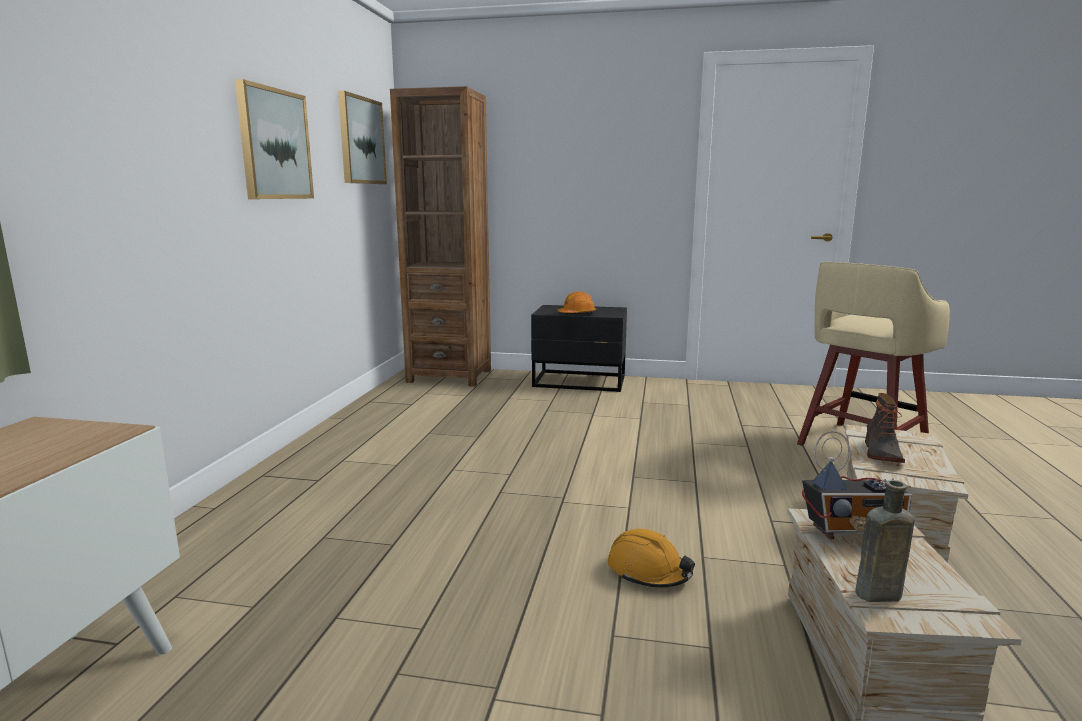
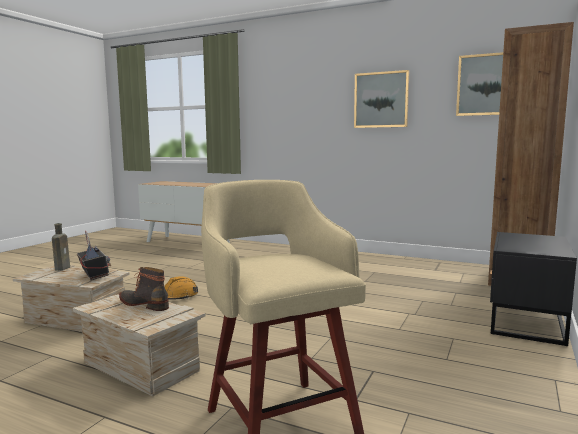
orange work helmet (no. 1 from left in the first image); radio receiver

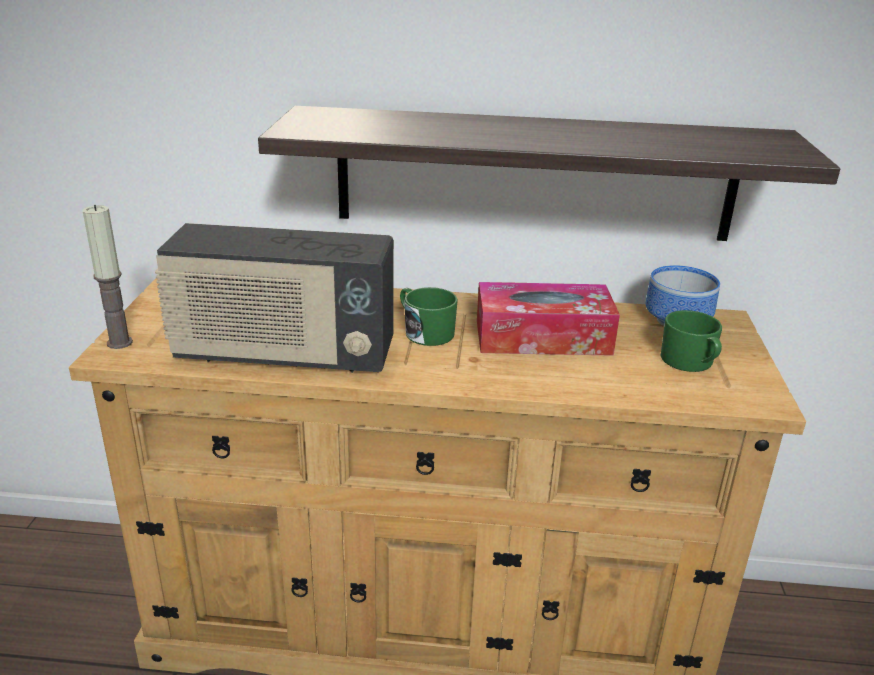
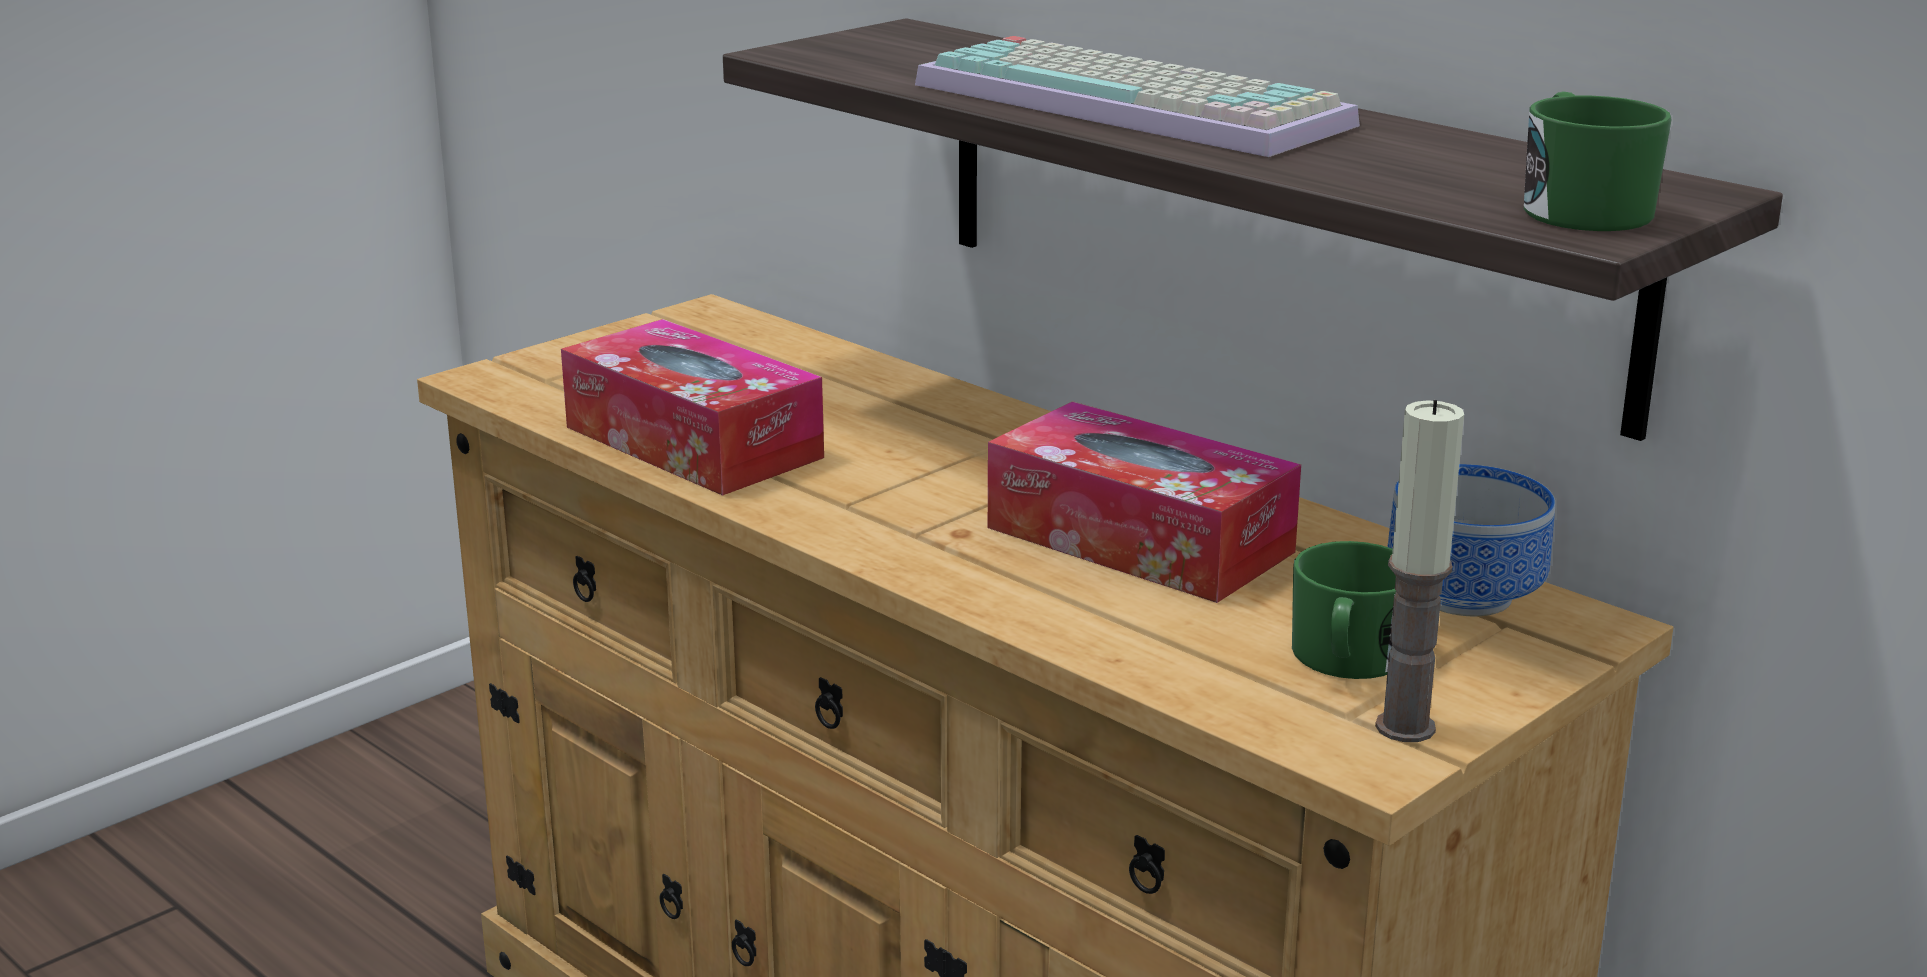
computer keyboard; wax candle; green mug (no. 2 from left); tissue holder (no. 1 from left)

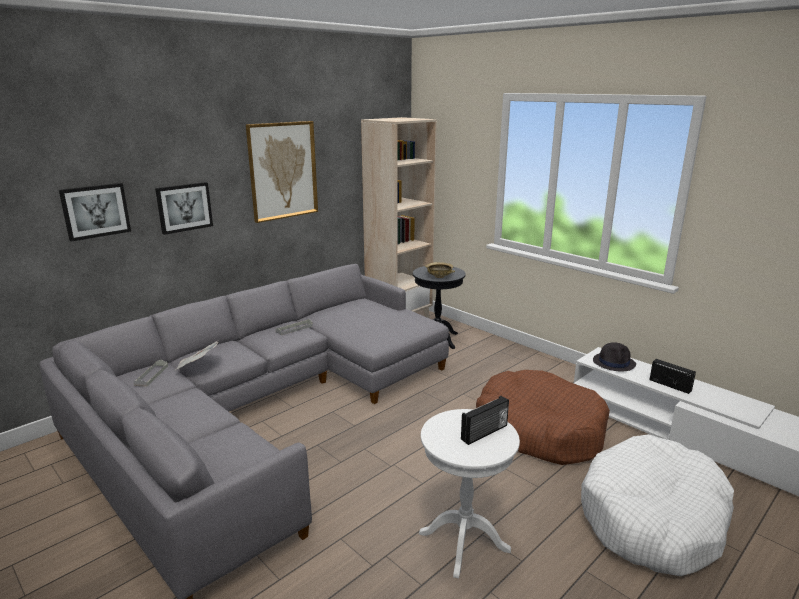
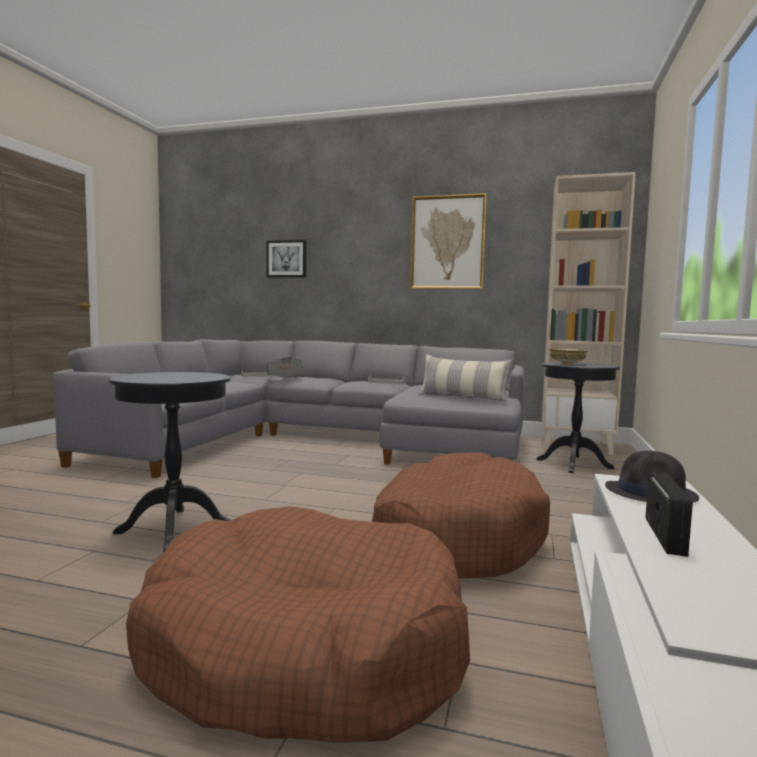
wall art (no. 2 from left in the first image); radio receiver (no. 1 from left in the first image); pillow; blackish side table (no. 1 from left); brownish dog cushion (no. 1 from left)

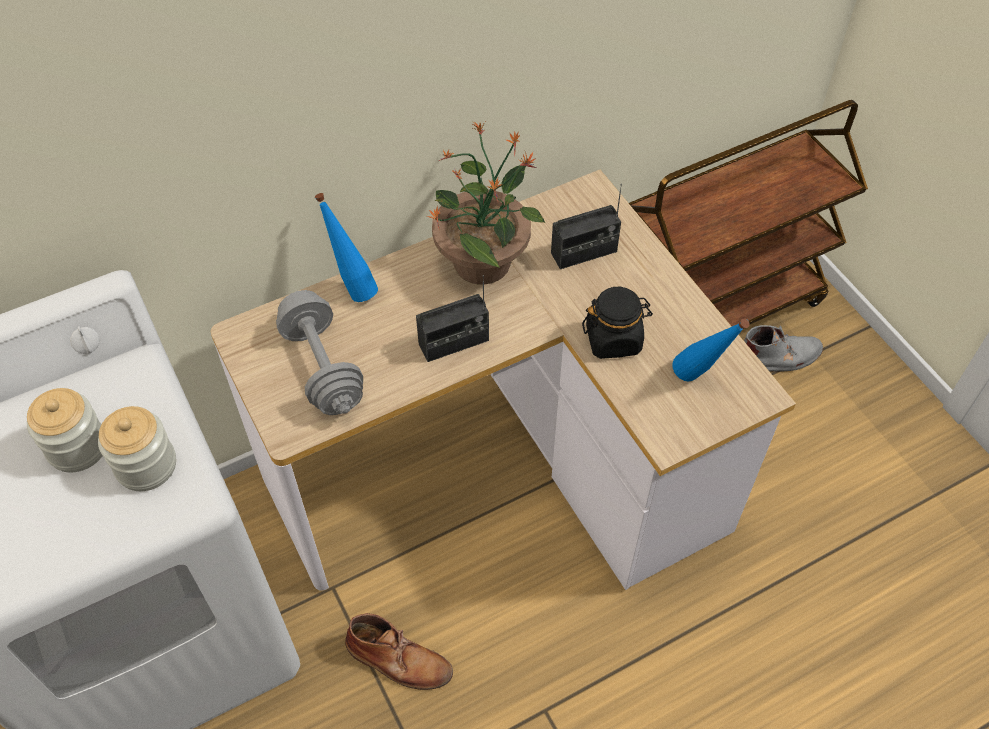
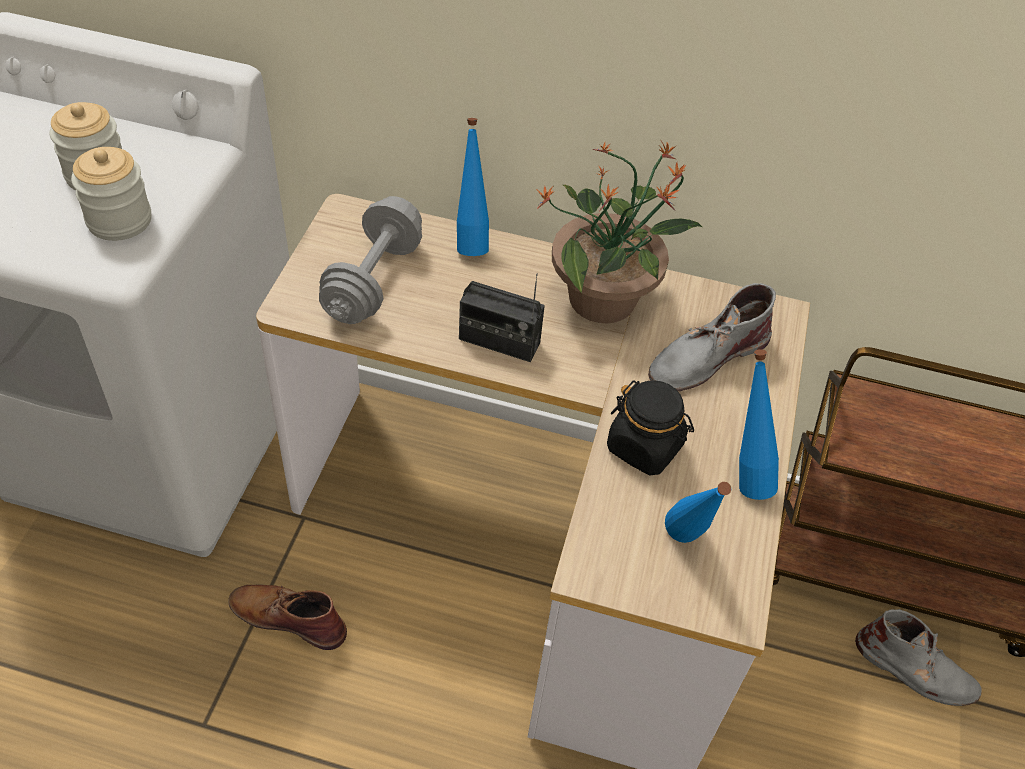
bluish bottle (no. 3 from left); greyish high-top boot (no. 1 from left); brownish high-top boot

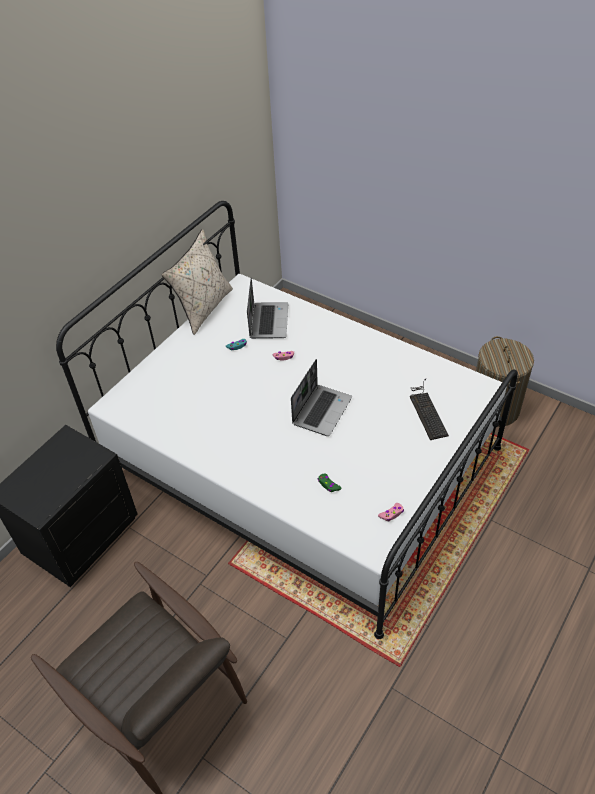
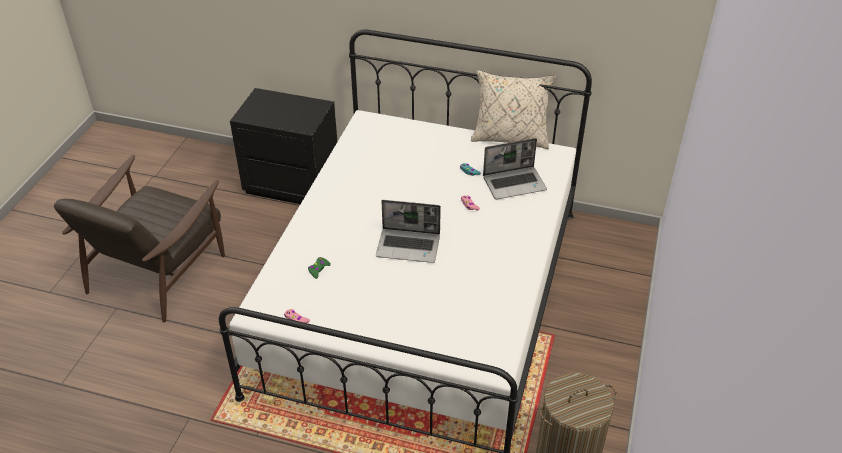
computer keyboard

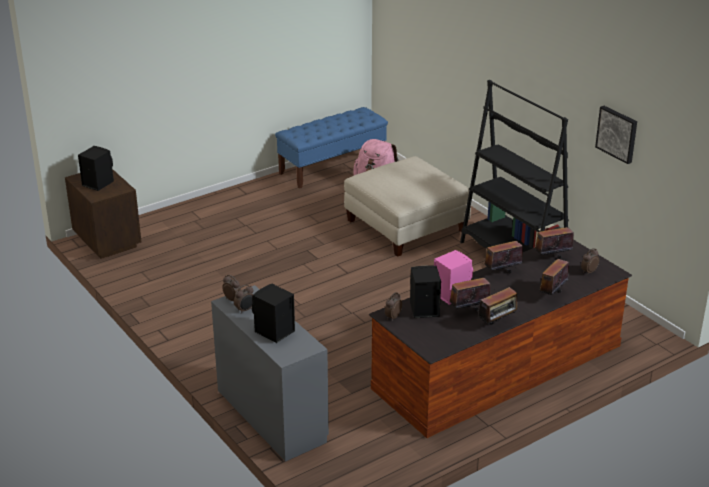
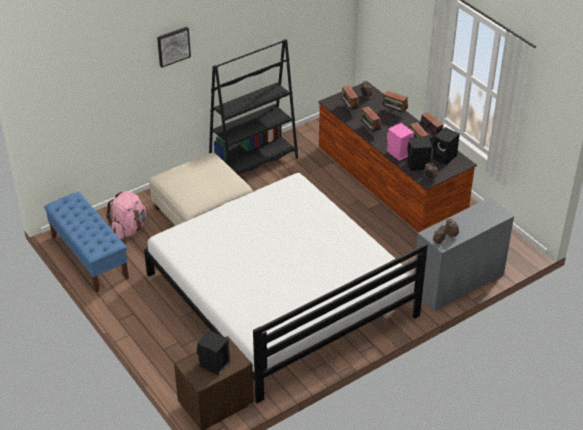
whitish bedroom bed; blackish loudspeaker (no. 3 from left); wall art

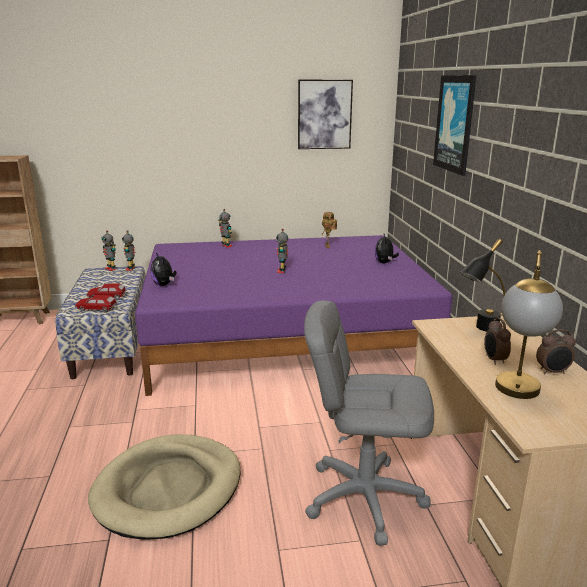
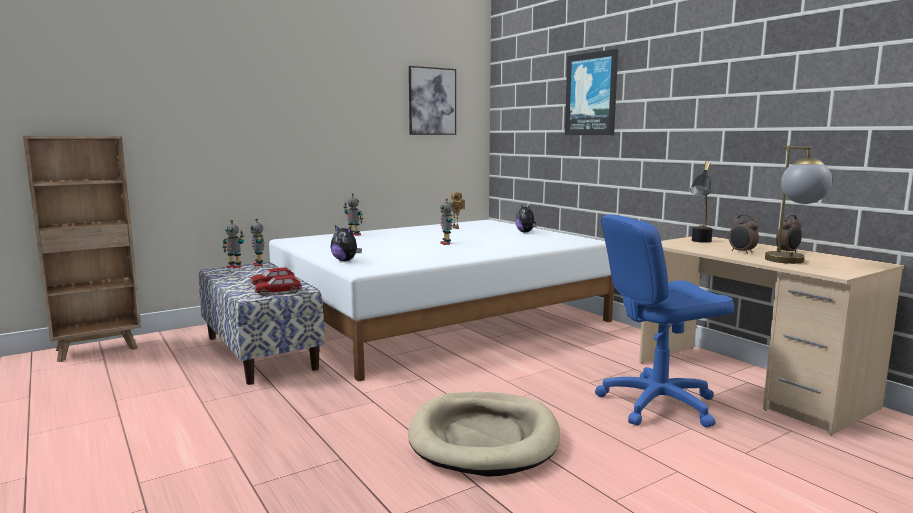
whitish bedroom bed; bluish computer chair

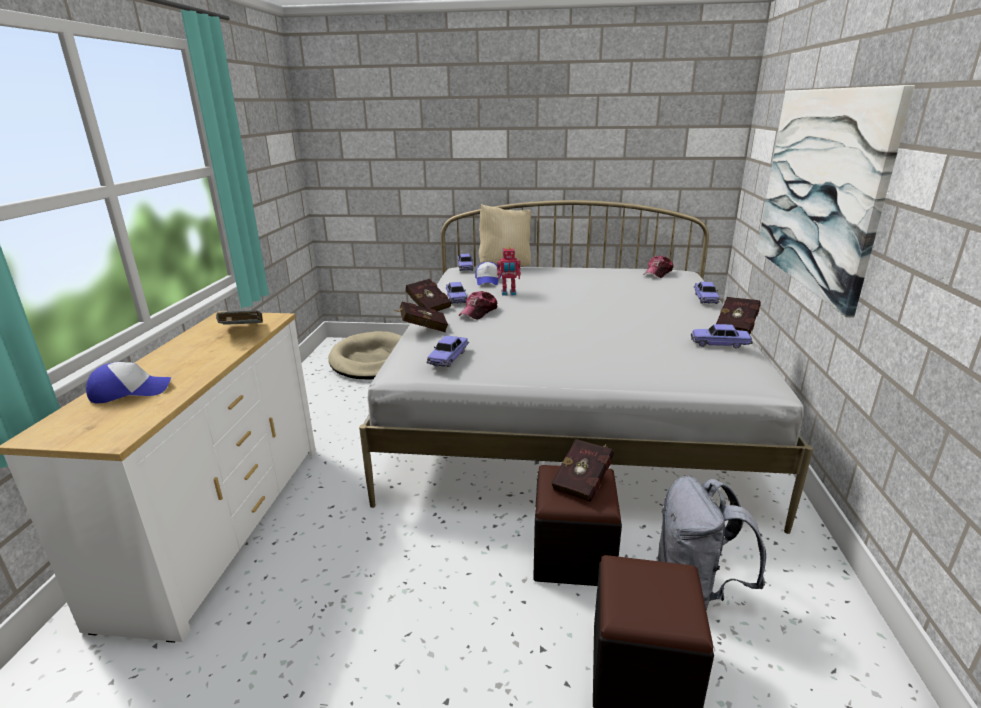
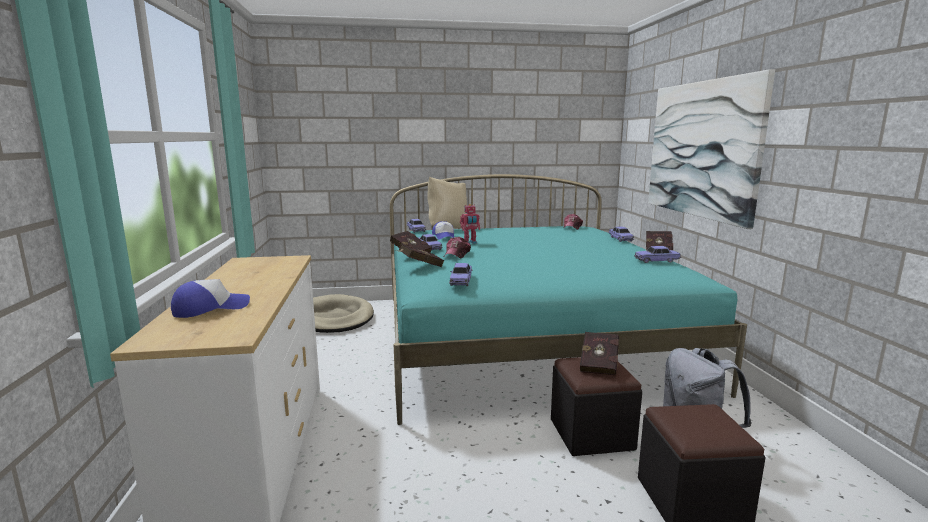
greyish volume; turquoise bedroom bed

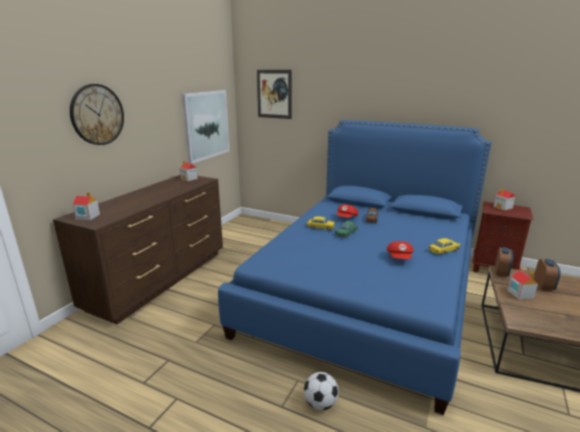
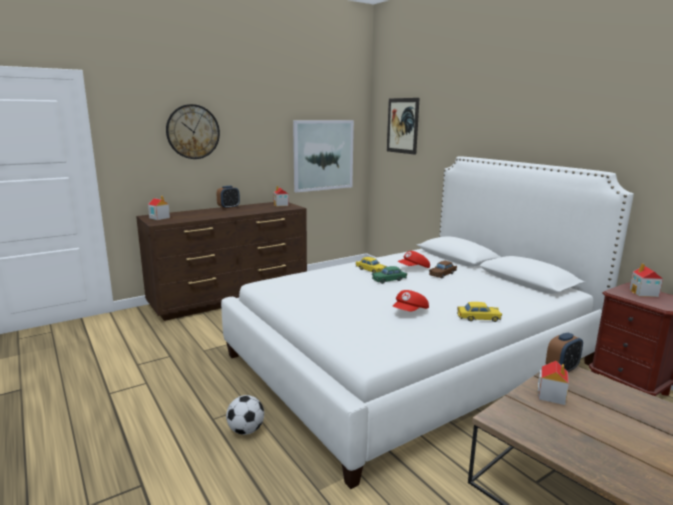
bedside clock (no. 1 from left); whitish bedroom bed

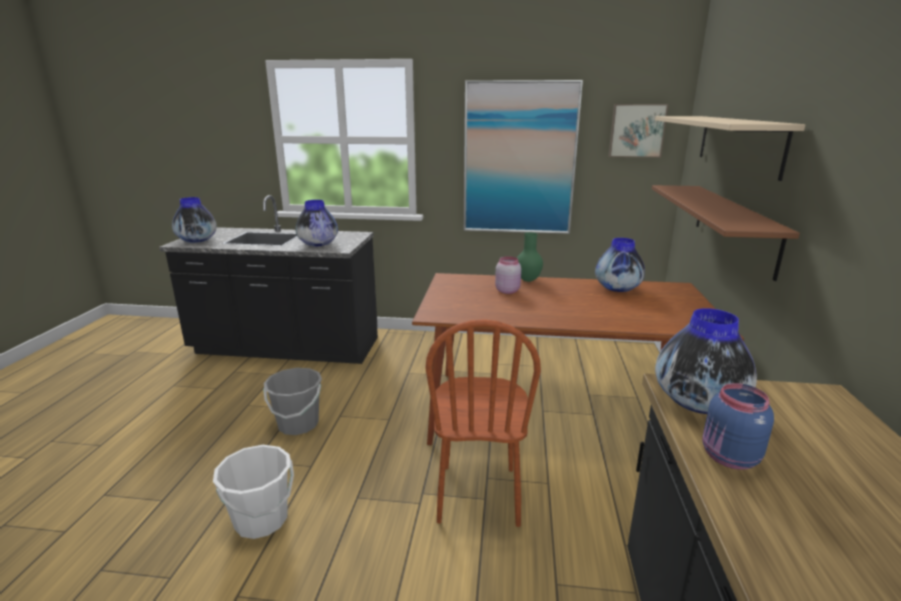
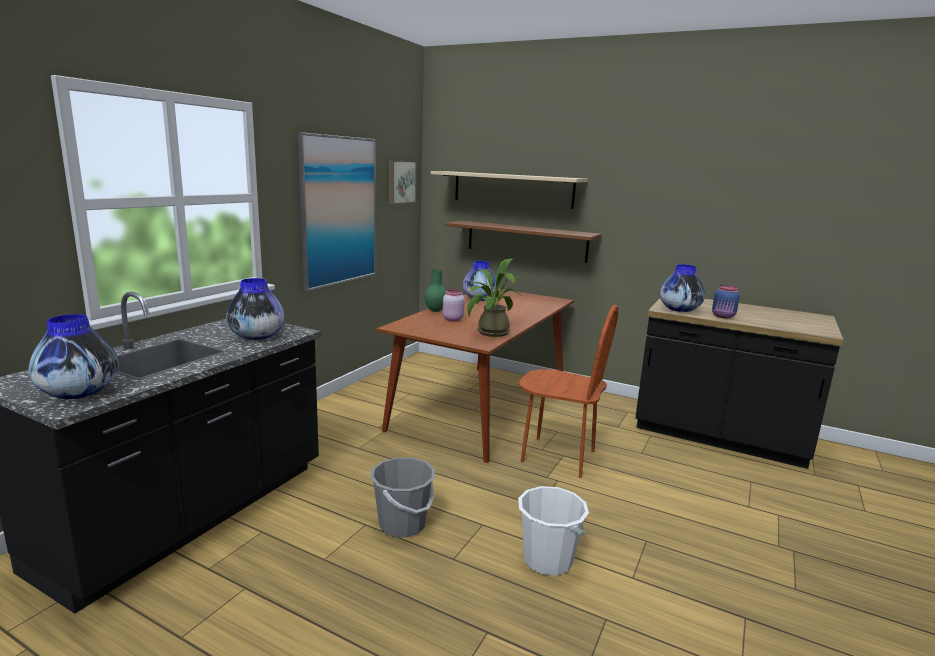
potted plant

